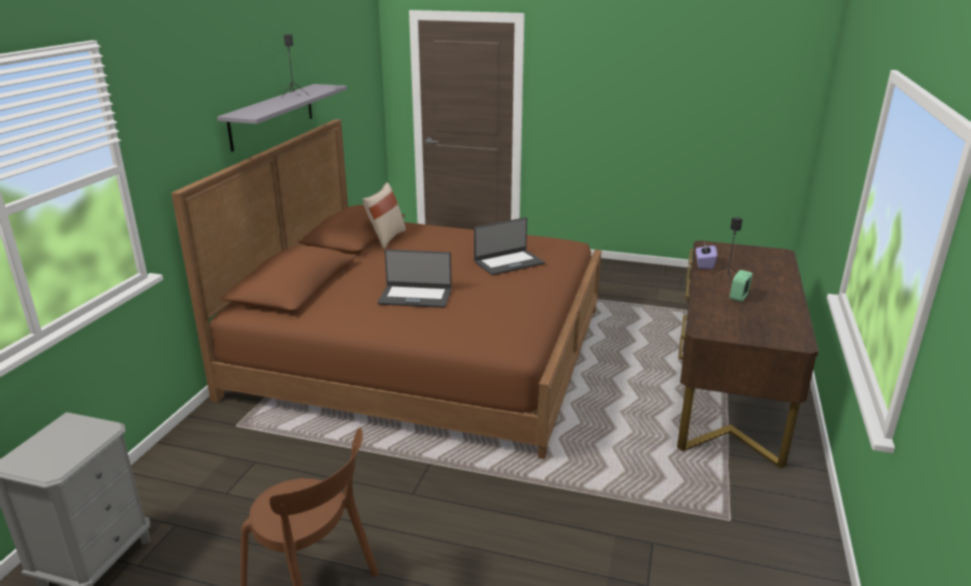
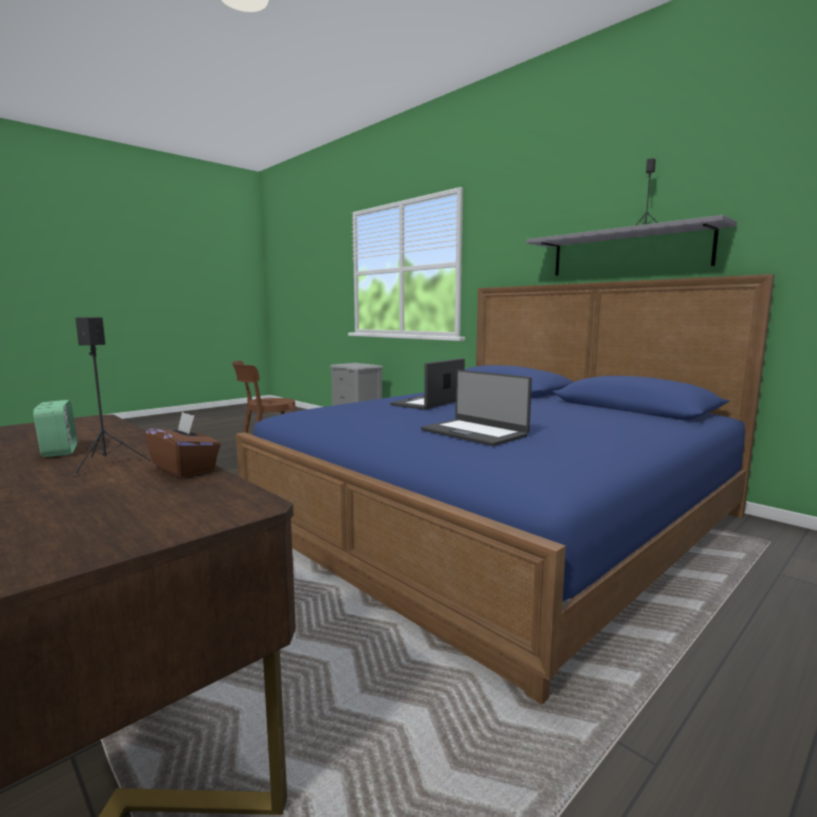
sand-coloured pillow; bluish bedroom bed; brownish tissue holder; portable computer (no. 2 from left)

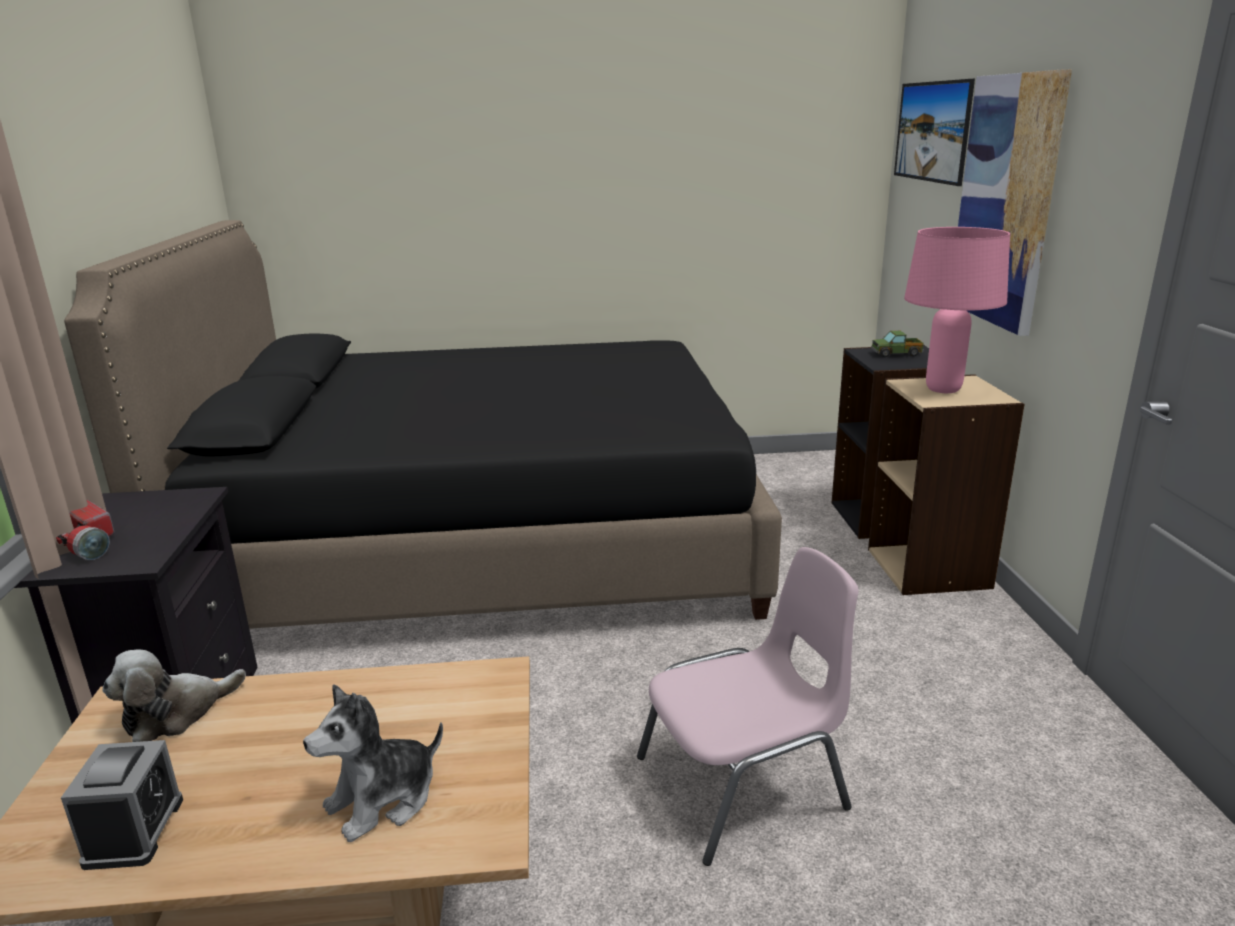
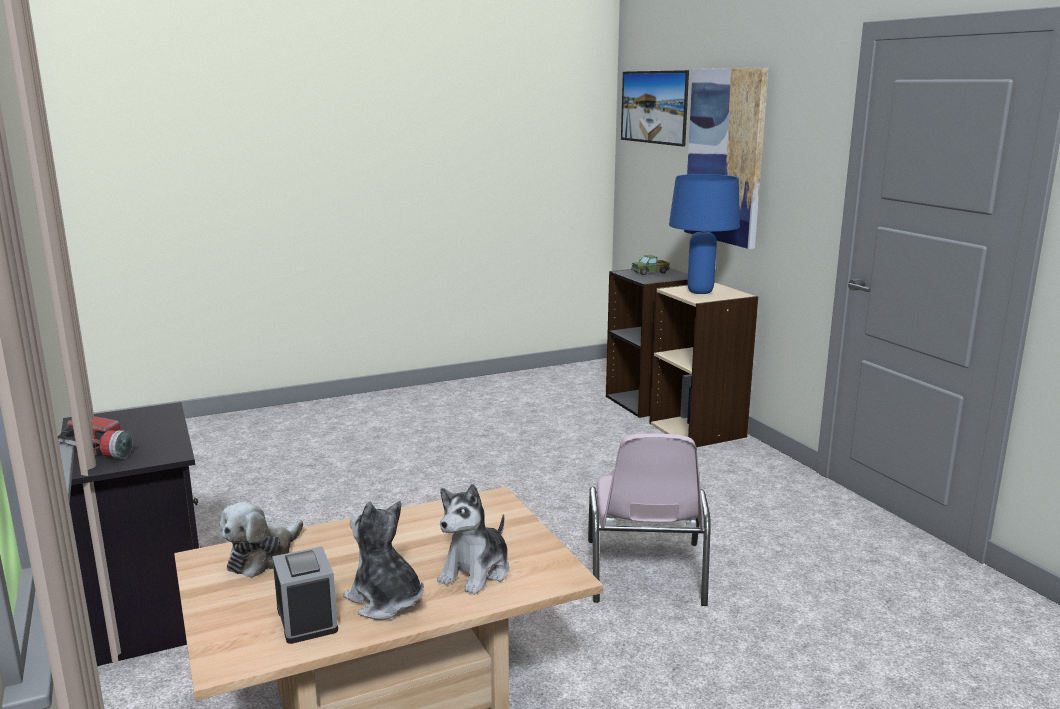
blackish bedroom bed; cuddly toy (no. 2 from left); bluish tabletop lamp; pinkish chair

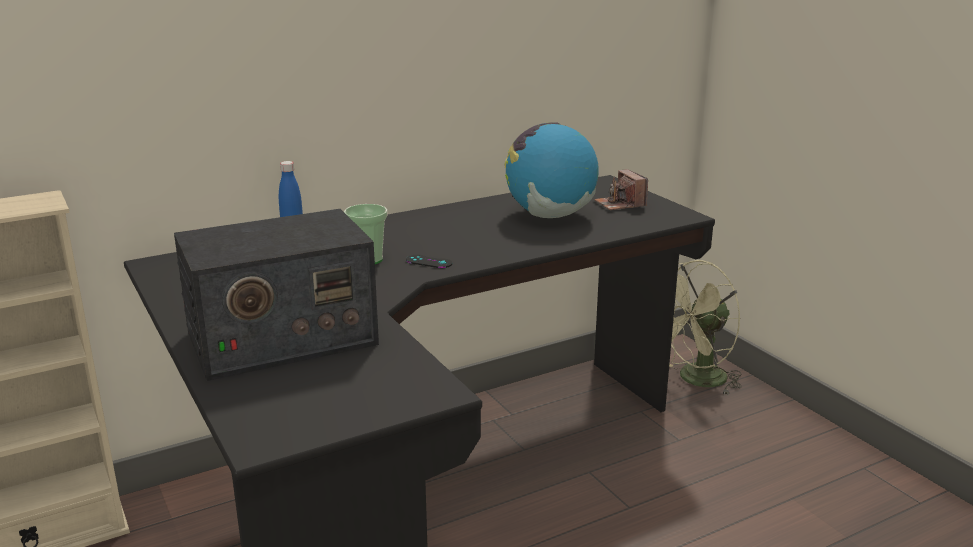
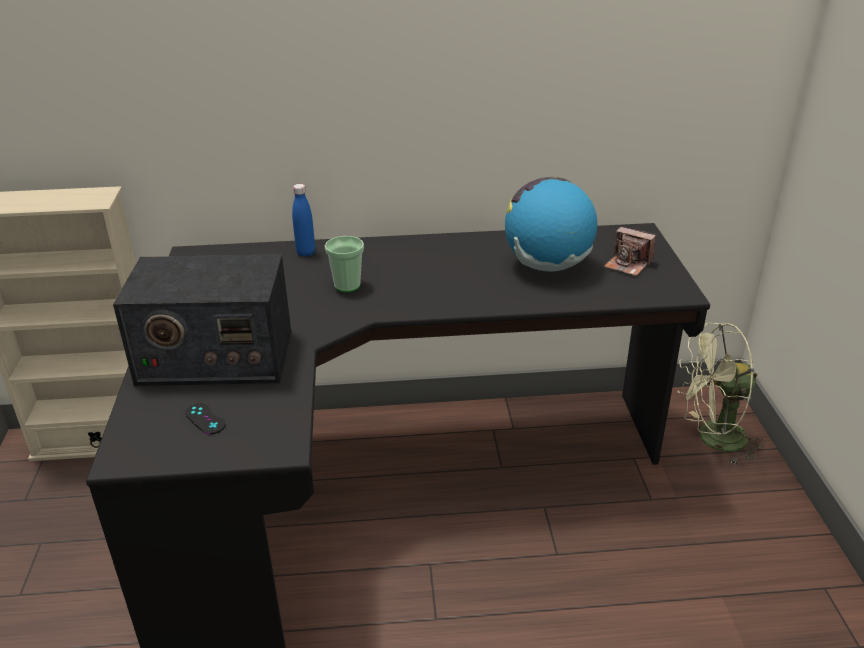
blackish game controller; still camera

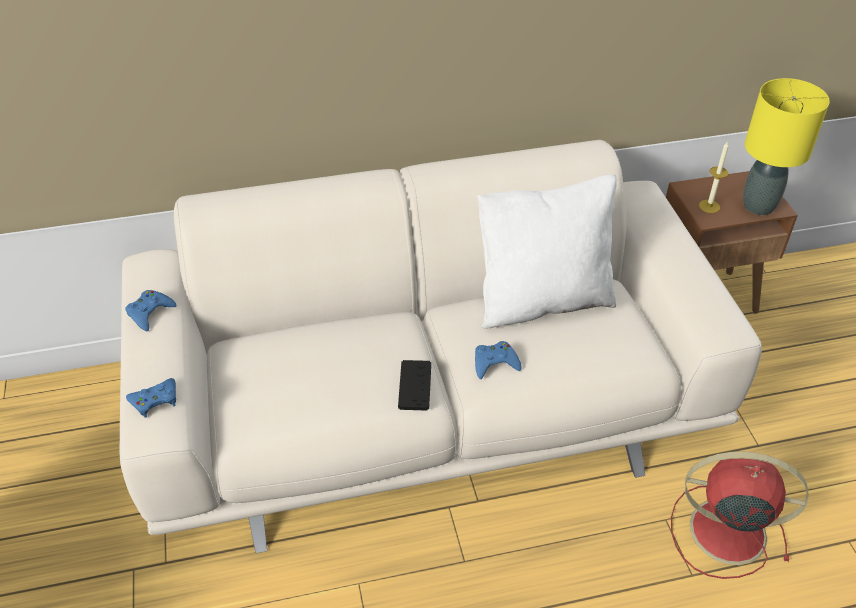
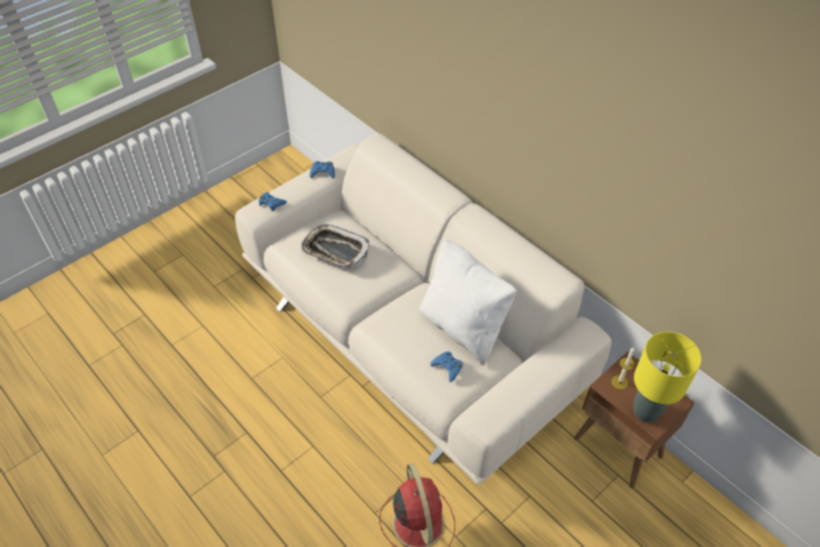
blackish game controller; tray; bluish game controller (no. 3 from left)

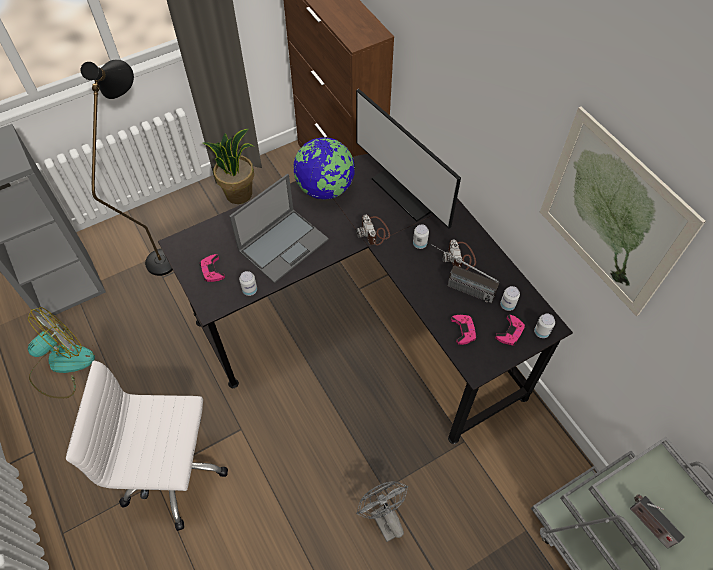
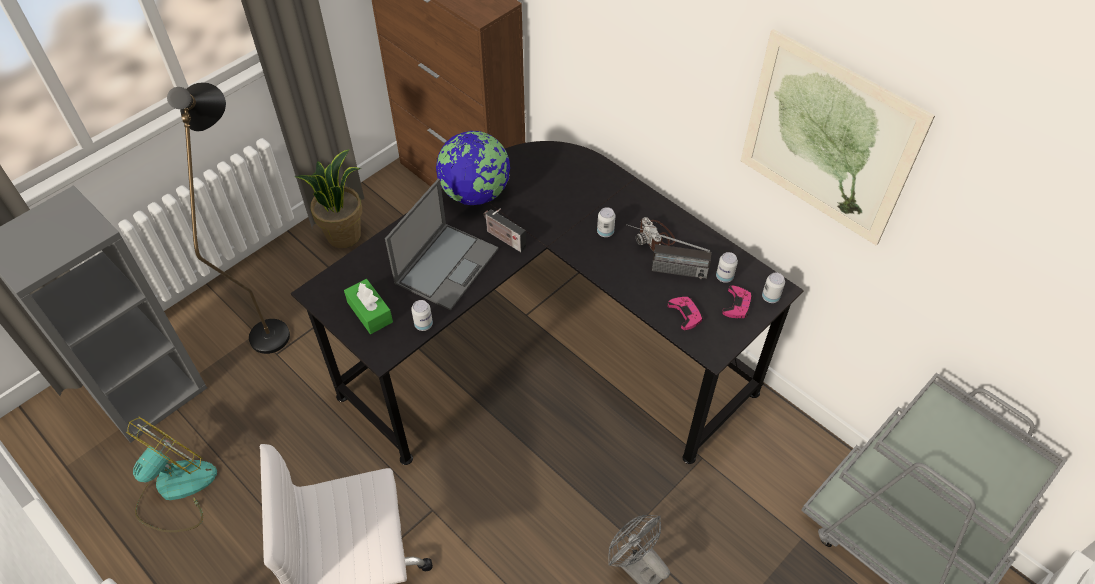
computer display; still camera (no. 1 from left in the first image); radio receiver (no. 1 from left); green tissue holder

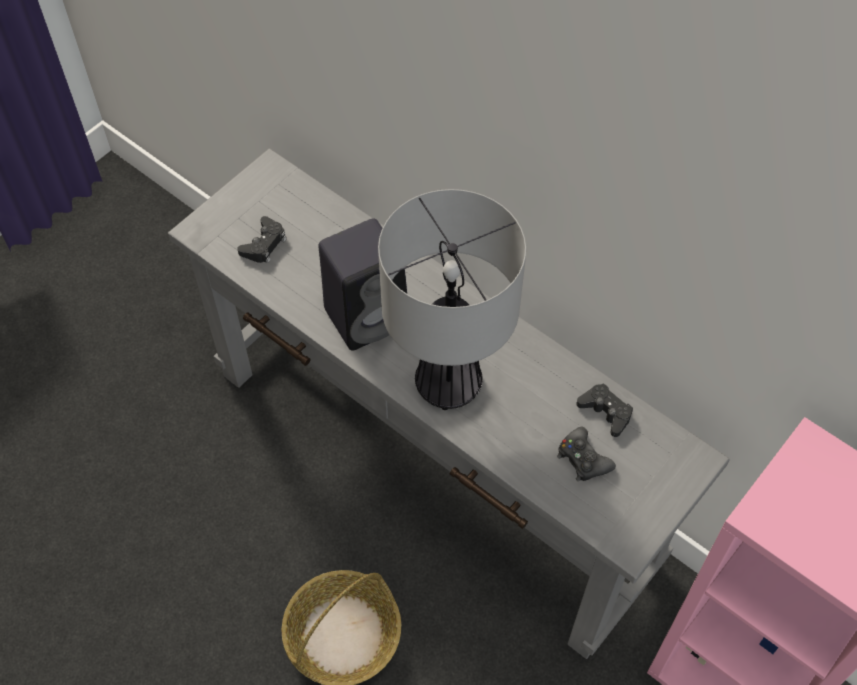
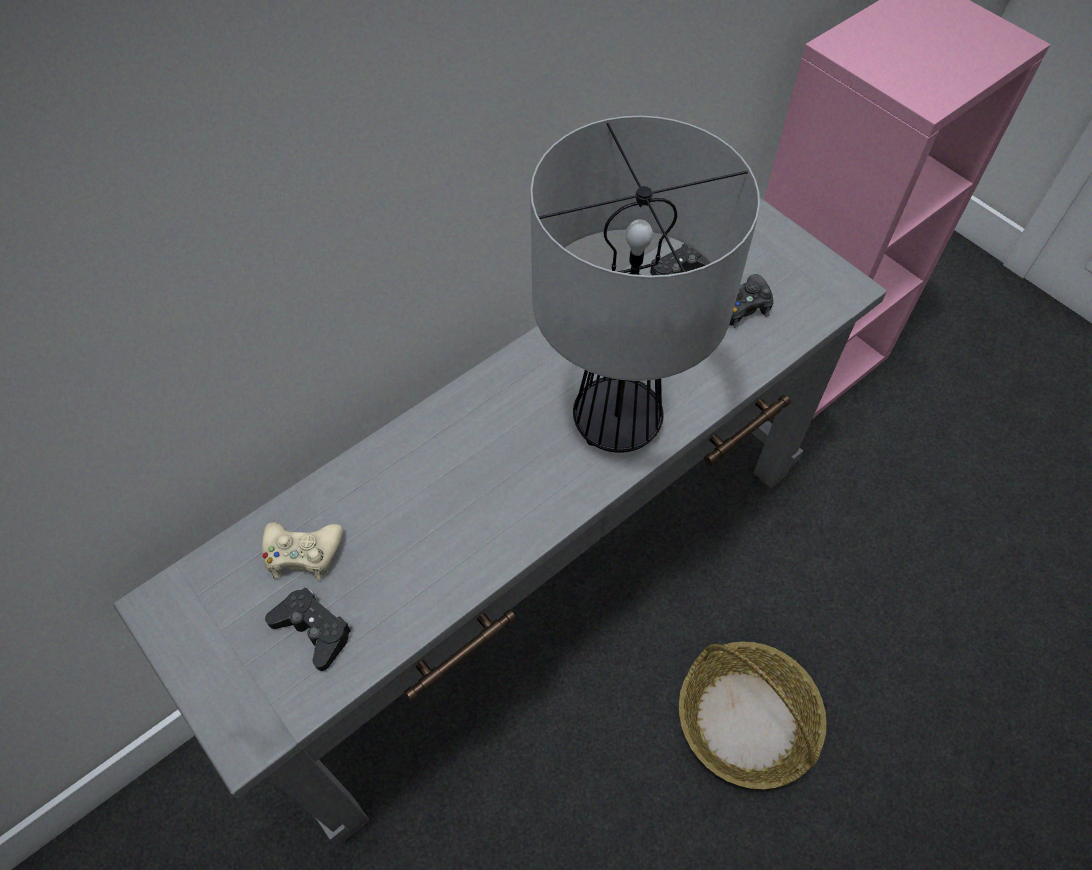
blackish loudspeaker; sand-coloured game controller

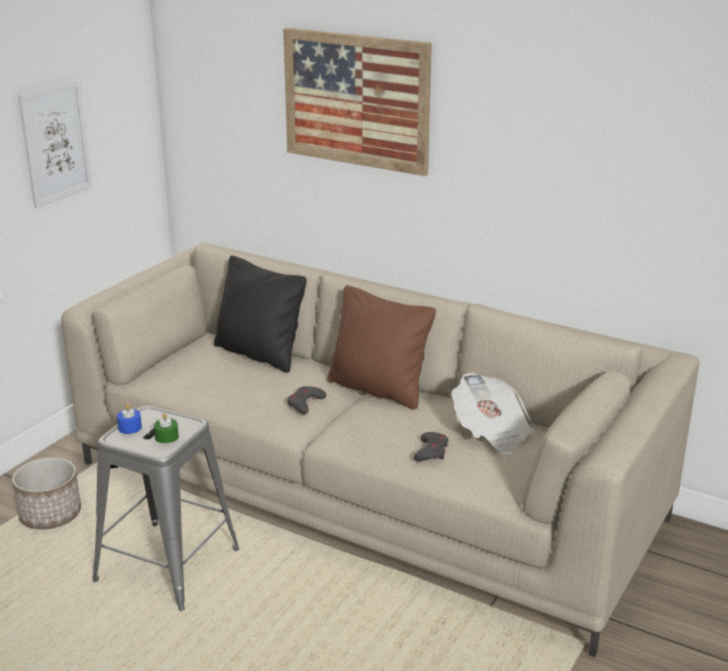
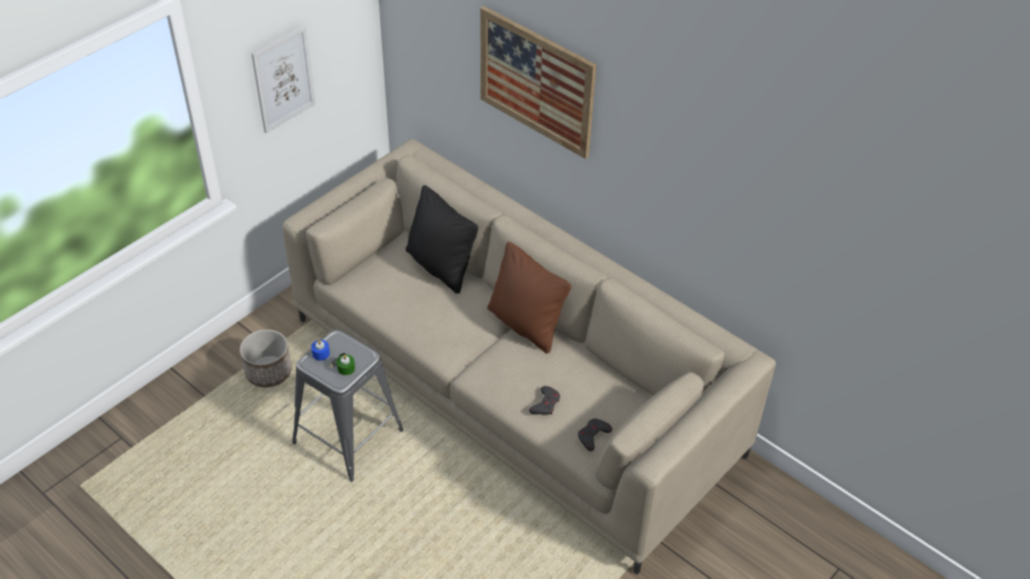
daily paper; greyish game controller (no. 2 from left)

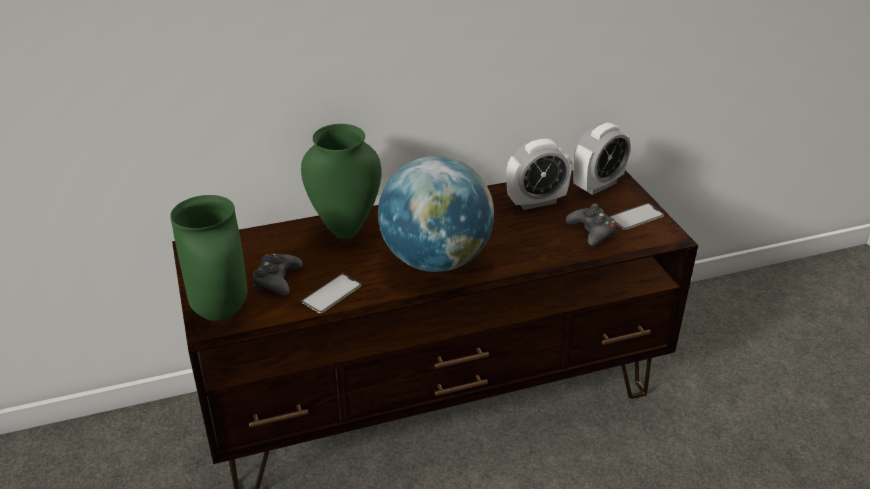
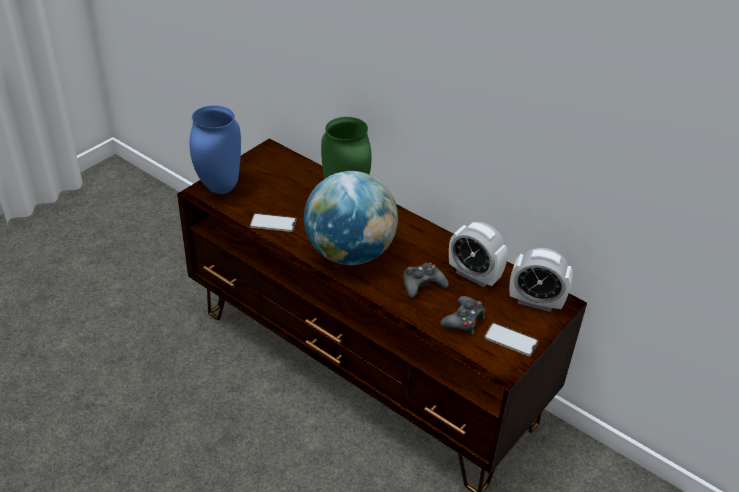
blackish game controller (no. 1 from left); bluish decorative vase

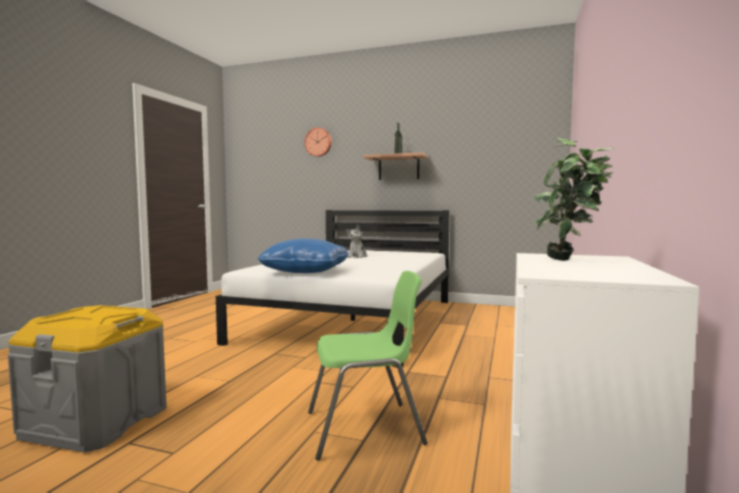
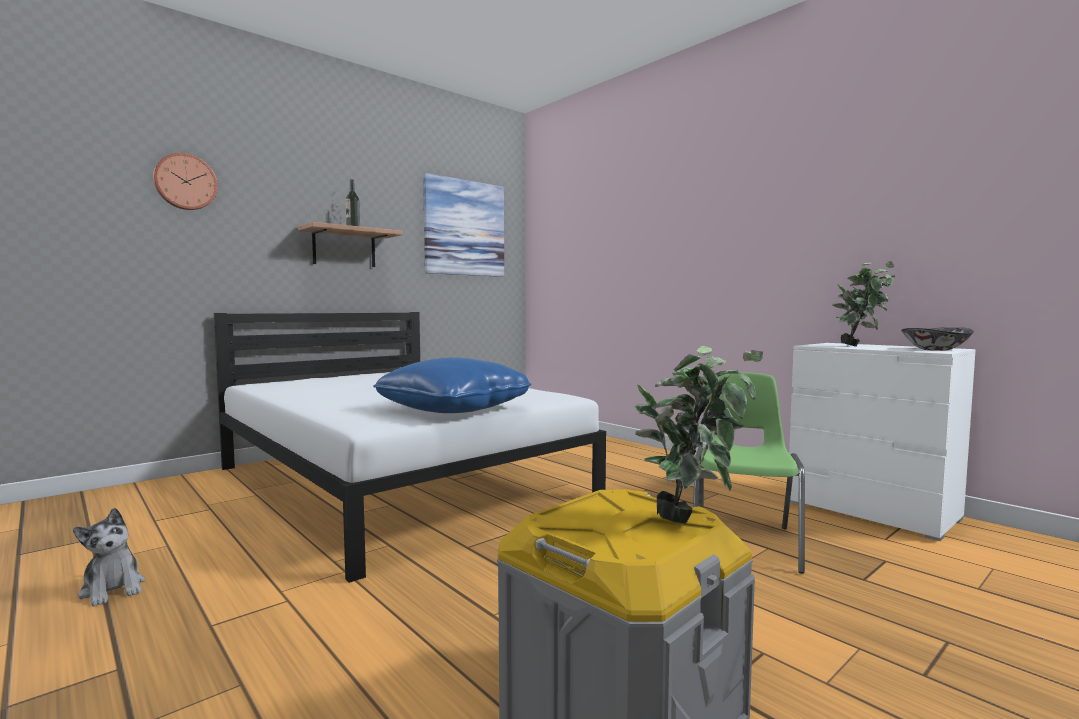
wall art; potted plant (no. 1 from left); bowl; cuddly toy

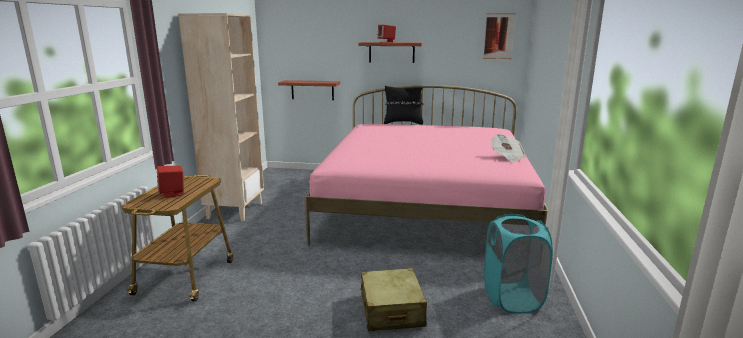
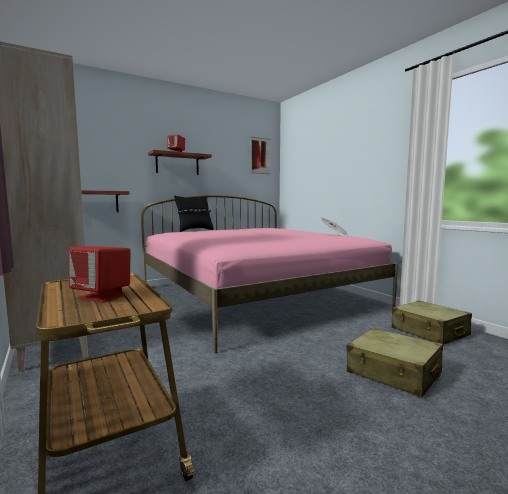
sand-coloured travel case (no. 2 from left)

